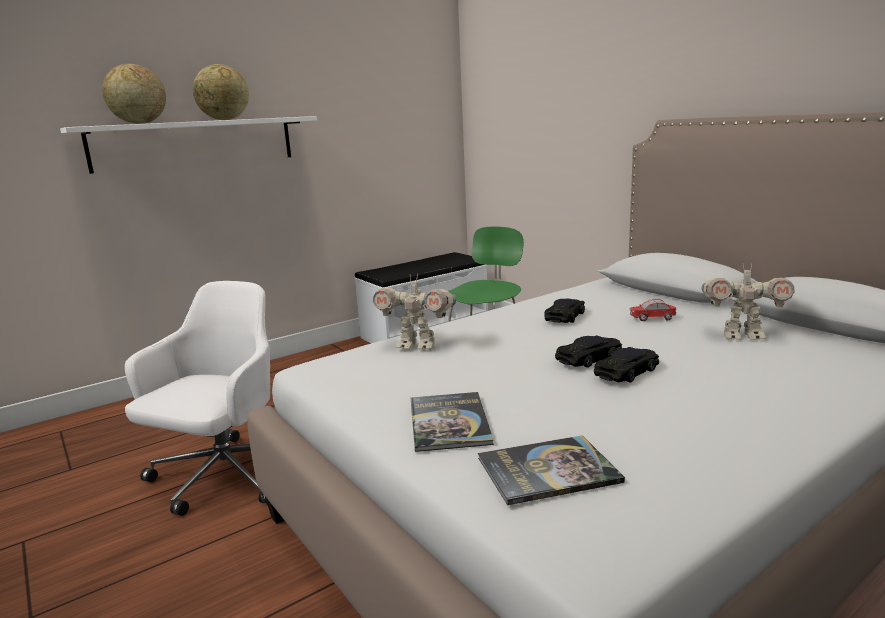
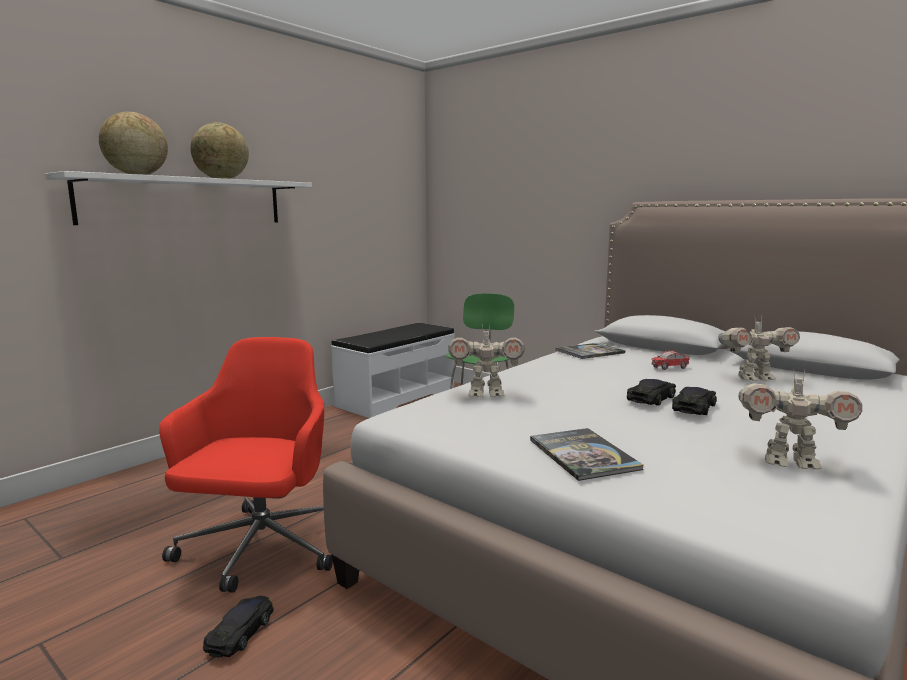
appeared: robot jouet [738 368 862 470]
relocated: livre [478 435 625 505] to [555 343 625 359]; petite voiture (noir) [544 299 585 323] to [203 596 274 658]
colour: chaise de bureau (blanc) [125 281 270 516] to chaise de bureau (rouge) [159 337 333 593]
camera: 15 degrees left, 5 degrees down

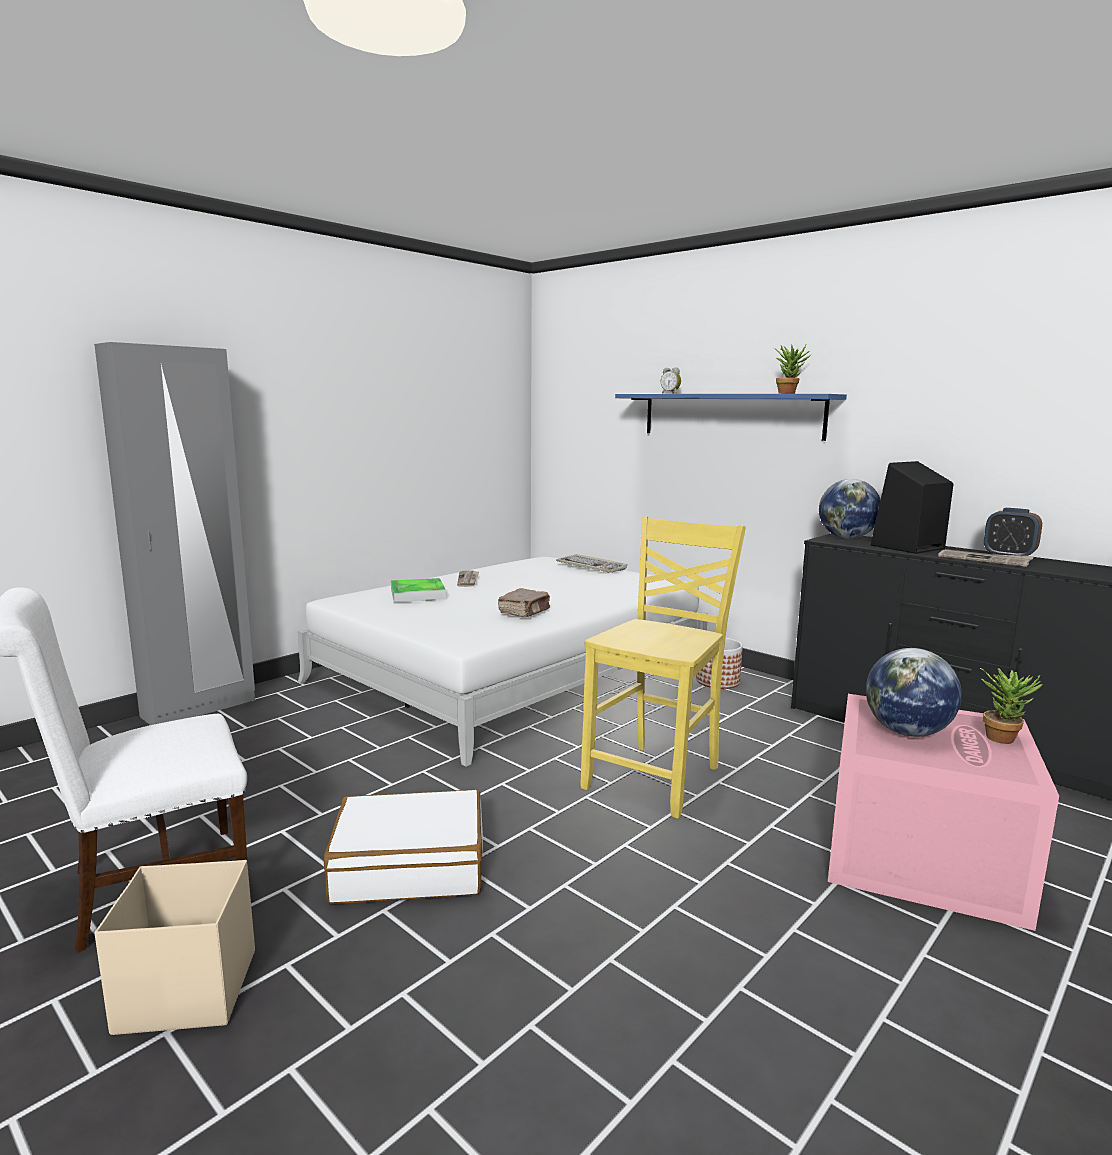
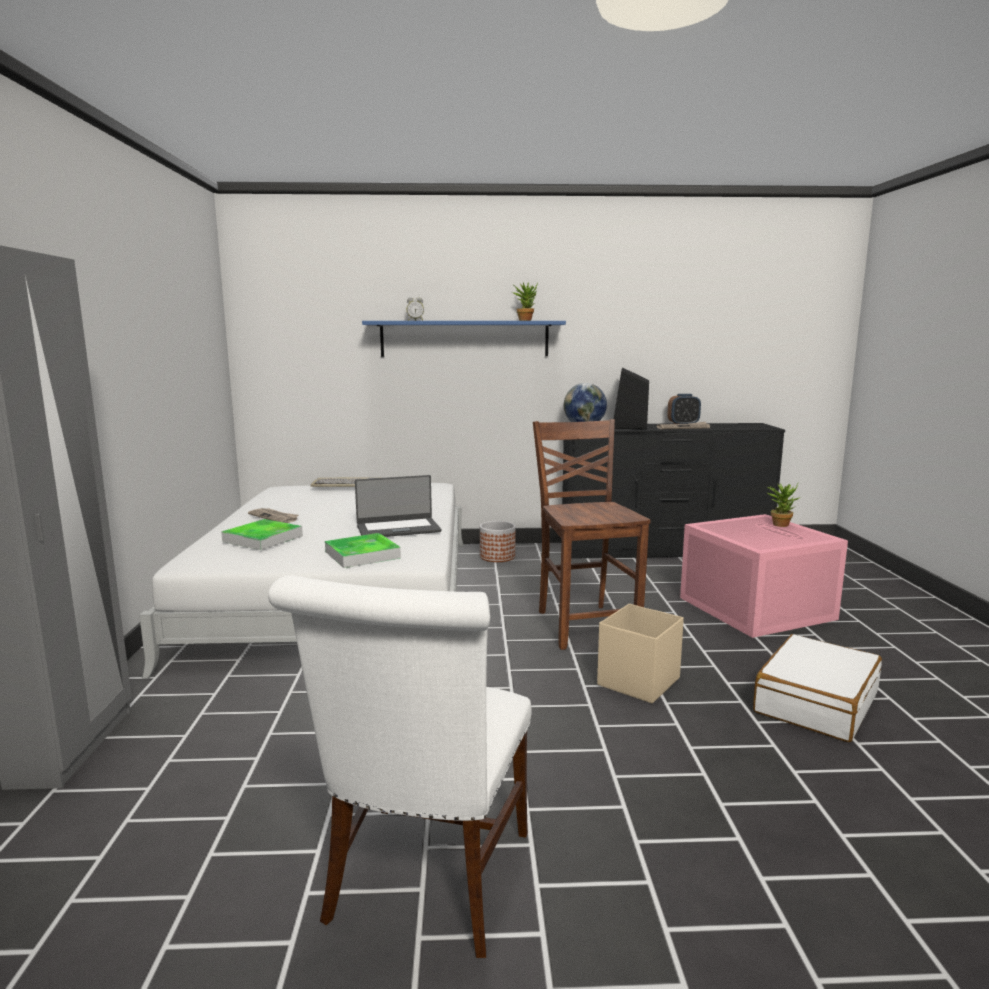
missing: globe [866 648 962 737]
appeared: plateau [325 533 401 568]
relocated: boîte de rangement (beige) [94 860 255 1035] to [597 603 684 703]; valise (blanc) [324 789 483 904] to [753 634 882 742]
exchanged: livre (marron) [498 588 550 617] to ordinateur portable [355 475 441 537]
colour: chaise (jaune) [581 516 746 819] to chaise (marron) [533 419 650 650]
camera: 45 degrees left, 0 degrees up

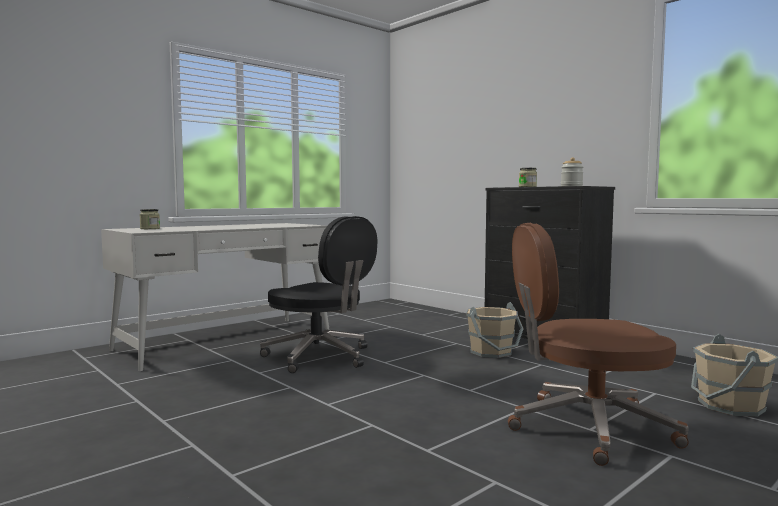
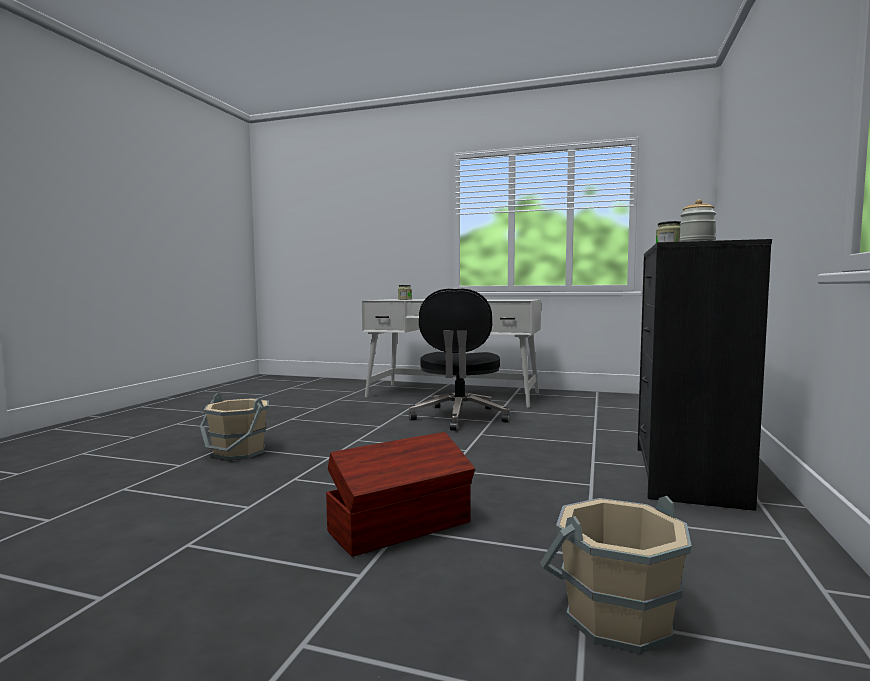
relocated: seau (beige) [466 302 524 358] to [200 393 269 460]
exchanged: chaise de bureau (marron) [508 223 689 466] to boîte de rangement (marron) [326 432 475 557]
camera: 60 degrees right, 0 degrees up

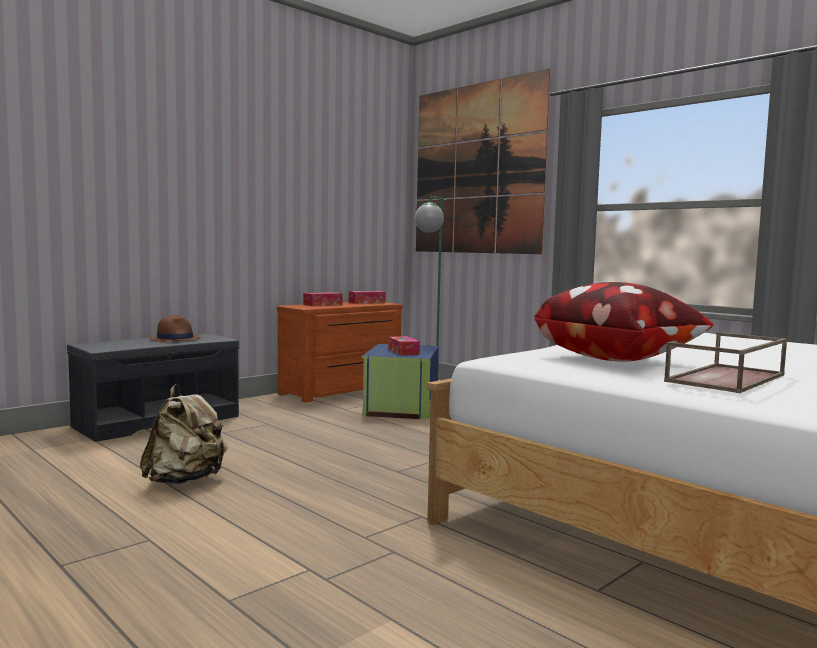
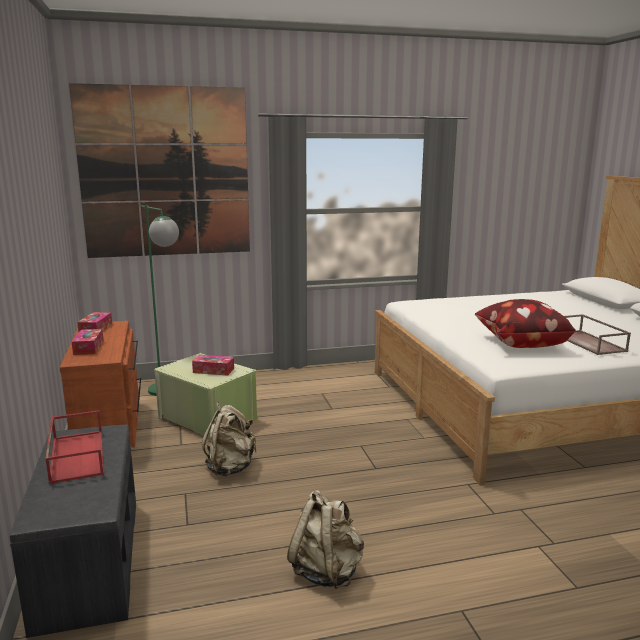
appeared: sac à dos (beige) [202 402 257 476]
exchanged: chapeau (marron) [150 315 201 342] to plateau (rouge) [45 410 103 484]
colour: boîte de rangement (bleu) [362 344 439 419] to boîte de rangement (vert) [154 353 257 438]
camera: 60 degrees left, 10 degrees up

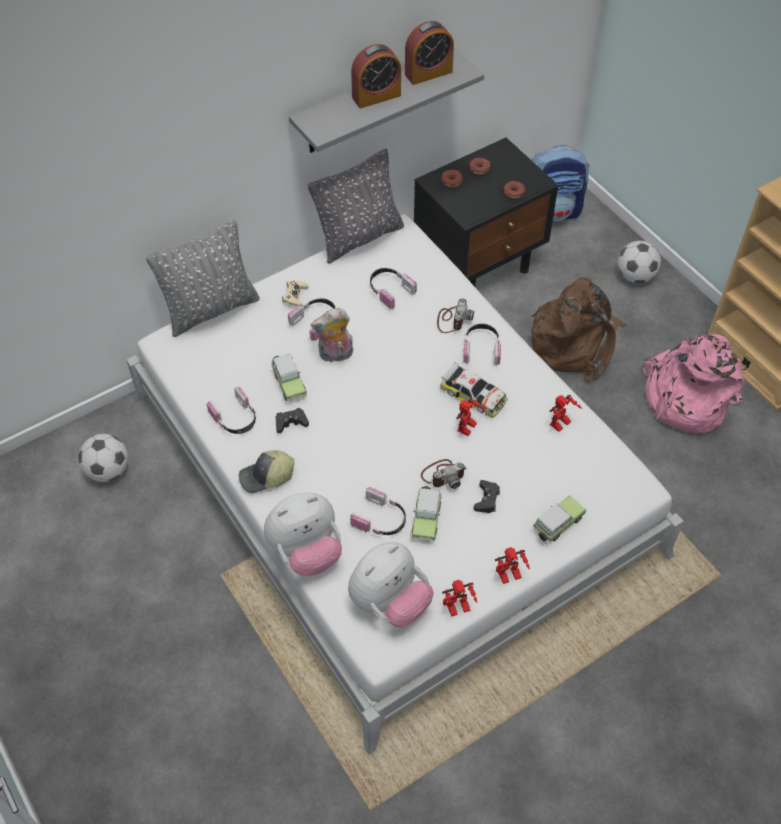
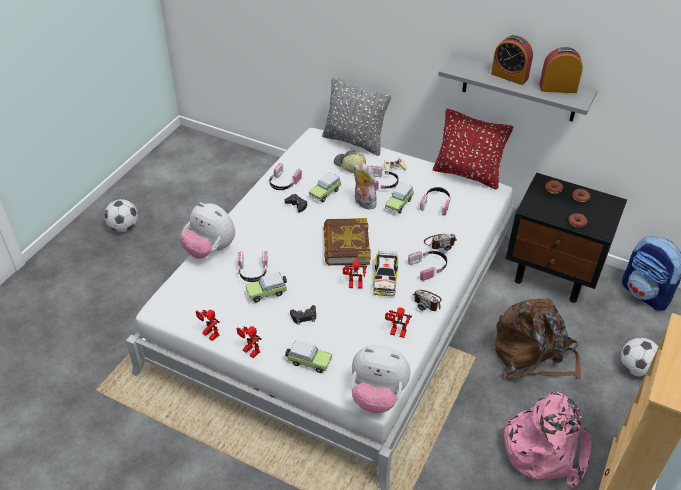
appeared: livre [324 218 371 265]; petite voiture [385 182 414 214]
relocated: ballon de foot [78 434 128 482] to [104 199 138 232]; casquette [239 450 295 493] to [334 151 366 173]; peluche [348 542 434 628] to [351 345 410 413]; appareil photo [421 459 467 489] to [412 290 442 311]
colour: coussin (gris) [308 149 404 264] to coussin (rouge) [433 109 513 190]
spun: réveil [405 21 454 85] = [539 47 583 93] 150 degrees clockwise
camera: 60 degrees right, 10 degrees down

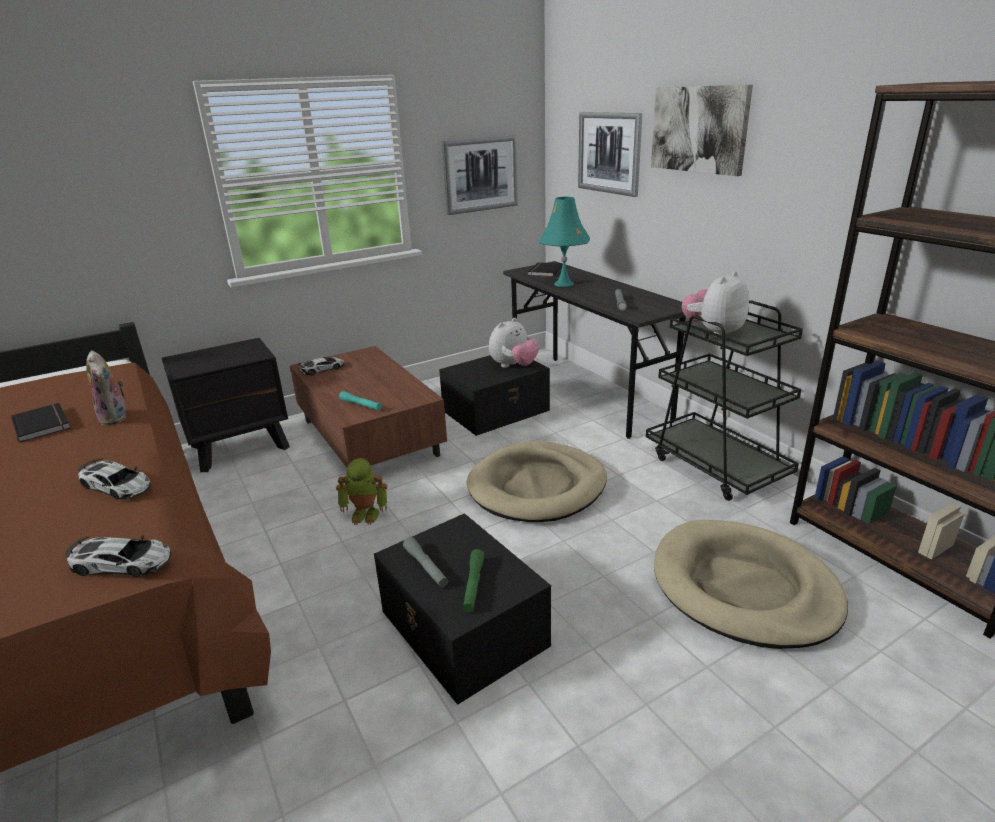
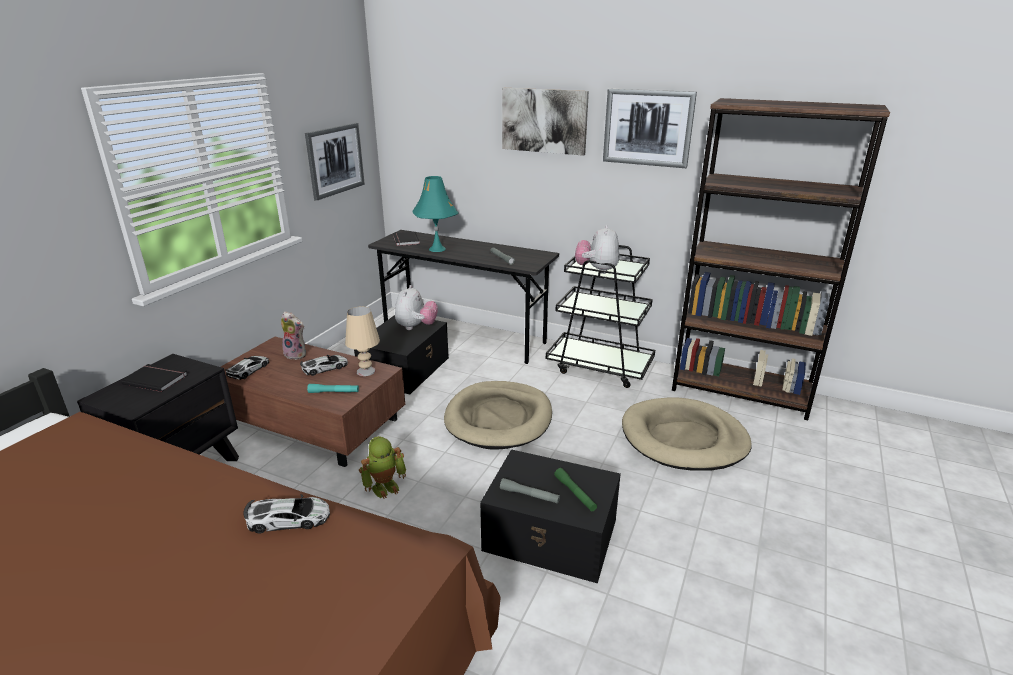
appeared: lampe de table (beige) [345 306 380 376]
relocated: livre (noir) [11 403 71 443] to [121 364 187 392]; petite voiture [65 535 172 577] to [300 355 348 376]; peluche [86 350 126 425] to [281 311 306 360]; tableau [578 112 643 197] to [603 88 697 168]
camera: 35 degrees left, 0 degrees up

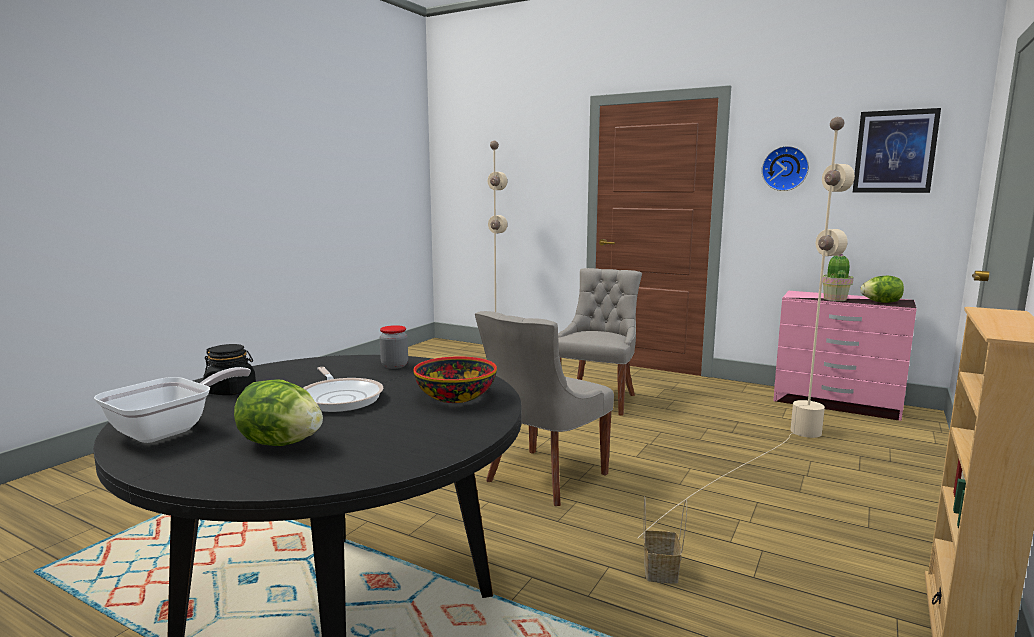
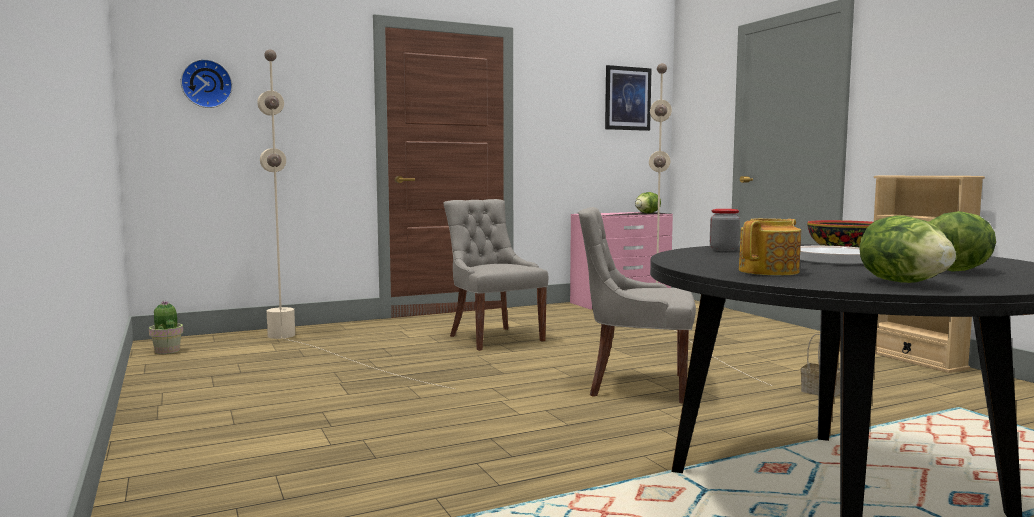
relocated: horloge murale [762 146 809 191] to [181 59 233 108]; plante en pot [822 253 854 301] to [149 301 183 354]
exchanged: poêle [94 367 251 443] to laitue [859 215 956 283]; bocal (noir) [203 344 256 395] to théière [739 218 801 275]
spun: chaise (gris) [475 311 614 506] = [578 207 696 403] 120 degrees clockwise
camera: 55 degrees left, 5 degrees down

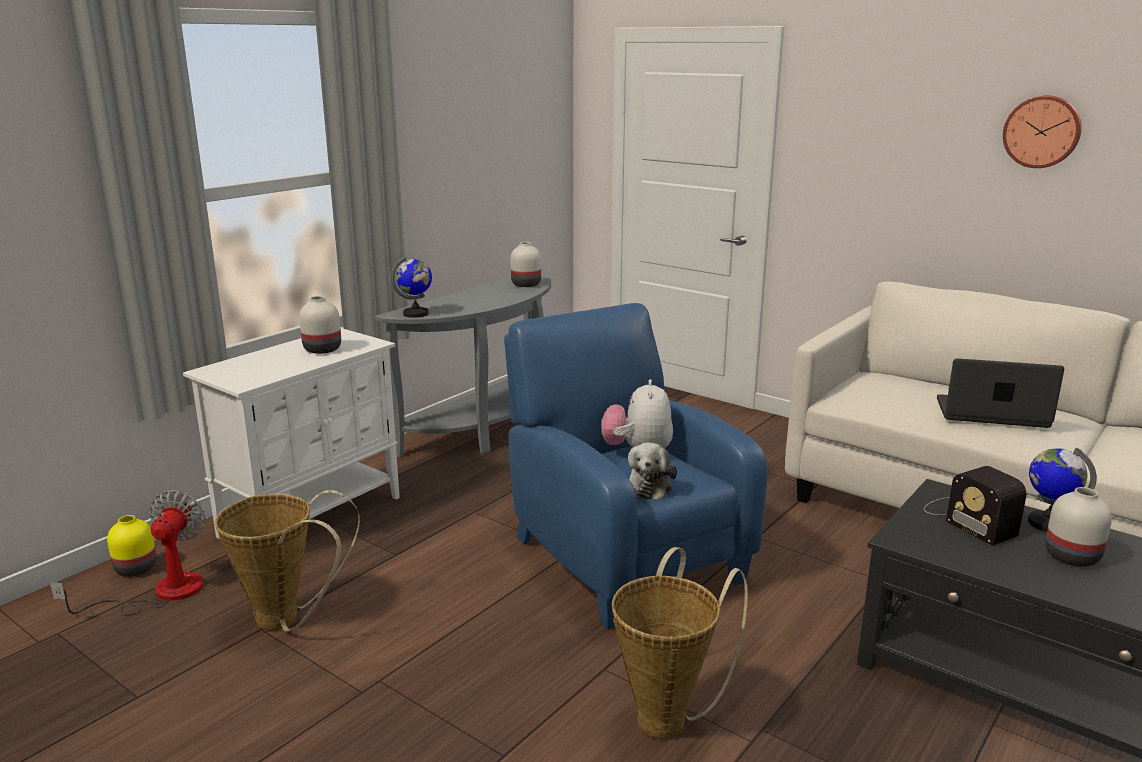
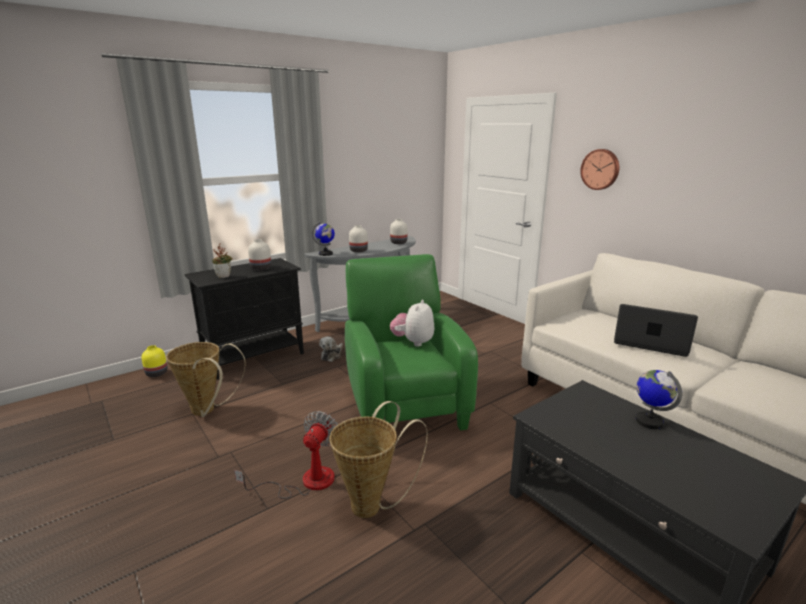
missing: radio [924 466 1026 546]
appeared: plante en pot [212 243 233 278]
relocated: ventilateur [49 490 206 616] to [234 411 338 499]; peluche [628 442 677 500] to [319 336 343 362]; horloge murale [1003 95 1082 168] to [580 149 619 190]; vase (blanc) [1046 487 1112 567] to [349 225 368 253]
colour: meuble de rangement (blanc) [183 328 400 539] to meuble de rangement (noir) [185 258 304 380]; fauteuil (bleu) [504 303 767 630] to fauteuil (vert) [345 254 478 431]
camera: 15 degrees right, 0 degrees up

